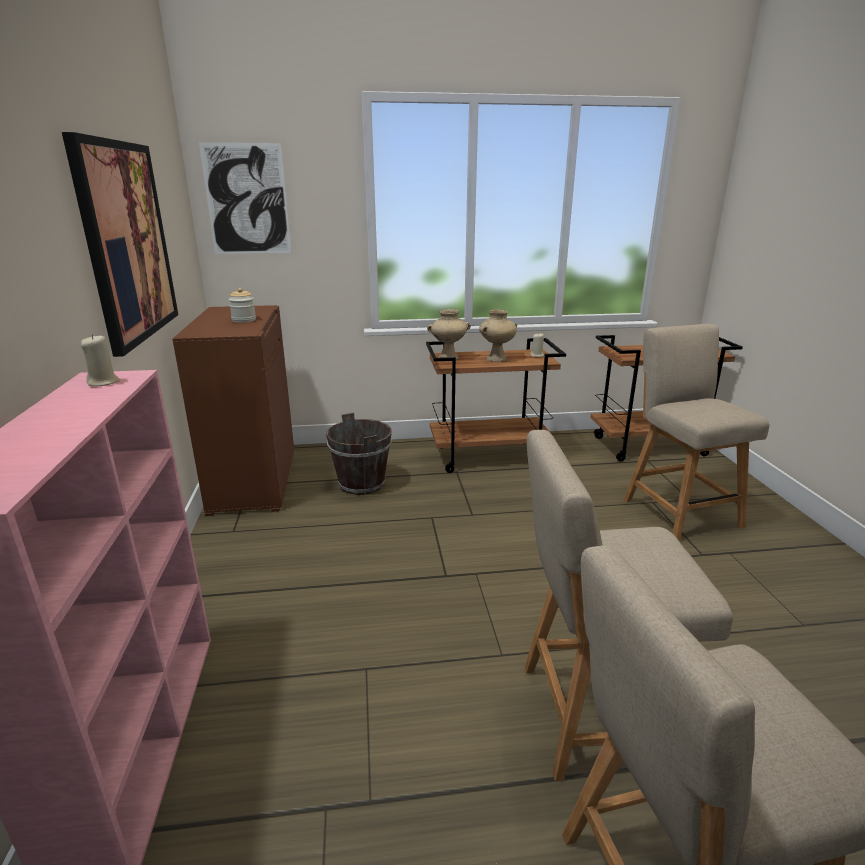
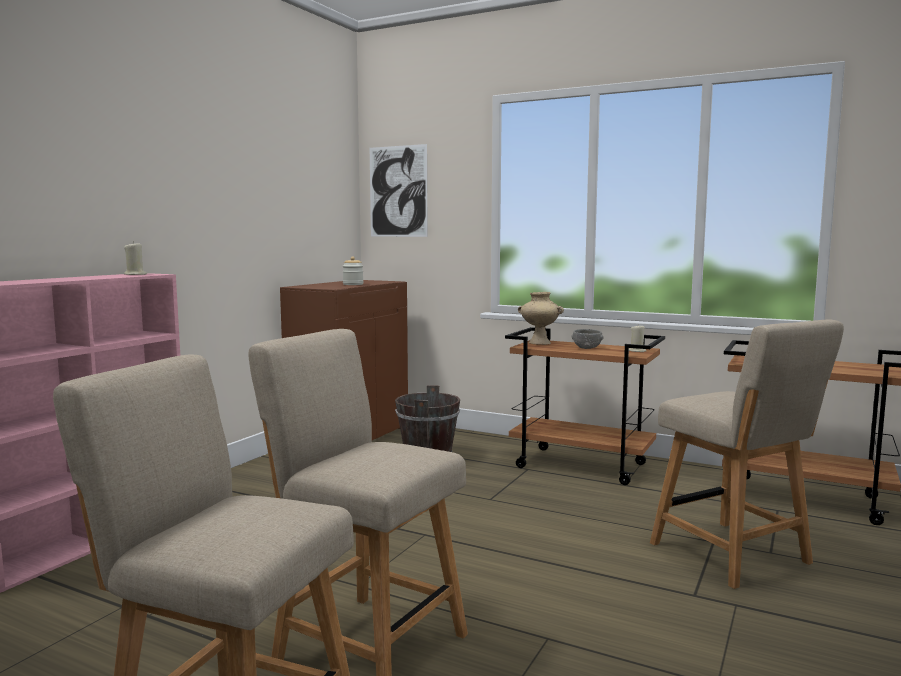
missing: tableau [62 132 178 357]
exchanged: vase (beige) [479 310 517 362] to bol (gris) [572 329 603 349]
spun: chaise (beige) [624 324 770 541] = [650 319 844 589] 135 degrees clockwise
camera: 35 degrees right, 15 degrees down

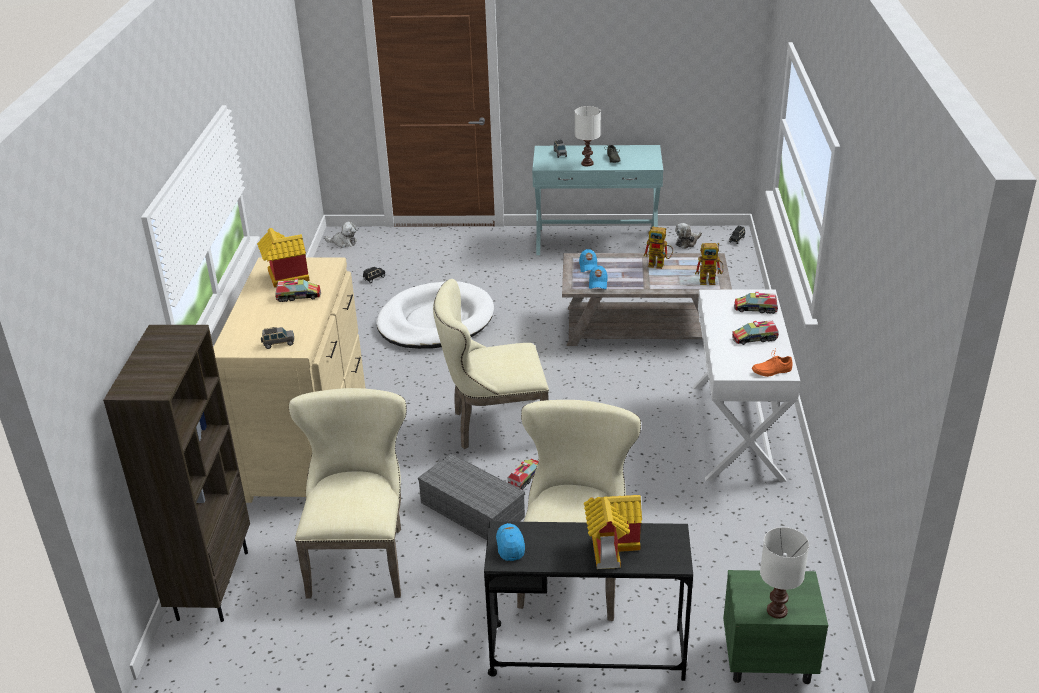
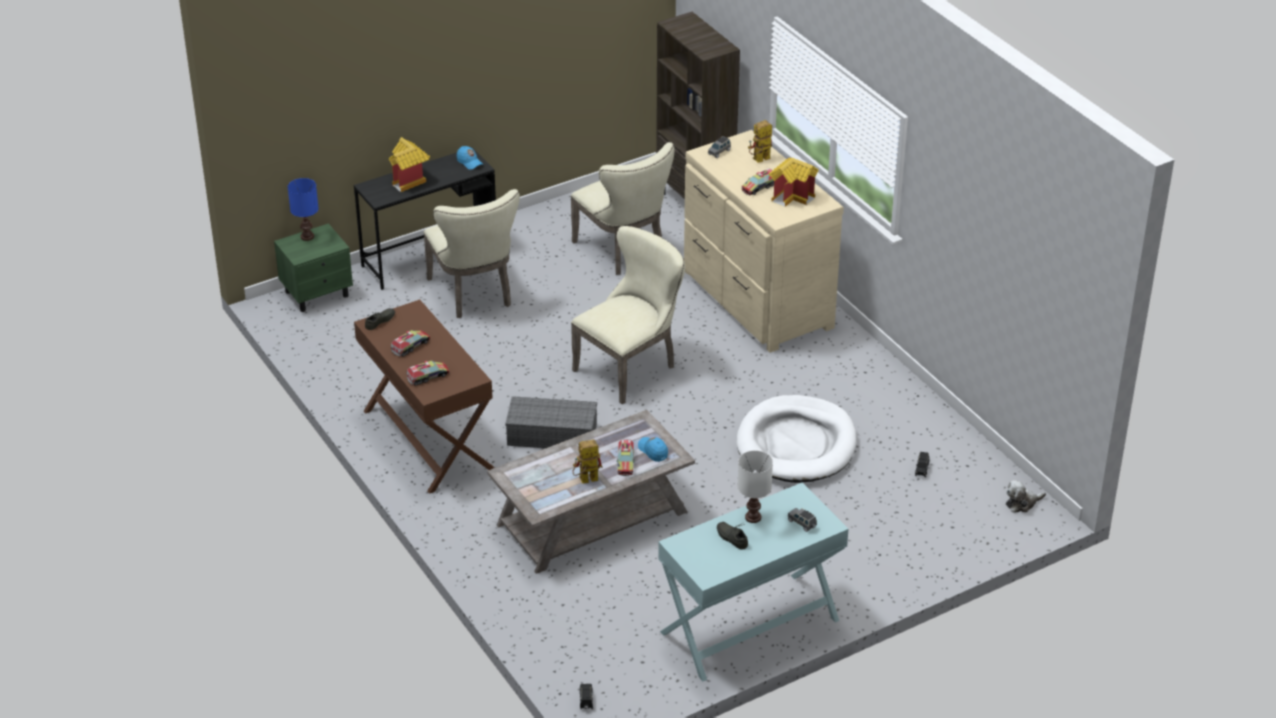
missing: casquette (bleu) [589 266 608 289]; peluche [675 223 702 249]
relocated: boîte de rangement (gris) [418 454 525 540] to [505 396 597 448]; camion jouet [508 459 538 490] to [617 440 635 476]; robot jouet [695 243 724 285] to [748 120 772 163]
colour: table console (blanc) [693 289 800 482] to table console (marron) [354 299 494 494]; chaussure (orange) [752 349 793 377] to chaussure (gris) [365 308 395 330]; lampe de table (blanc) [760 527 809 619] to lampe de table (bleu) [288 178 319 241]
camera: 145 degrees right, 5 degrees up

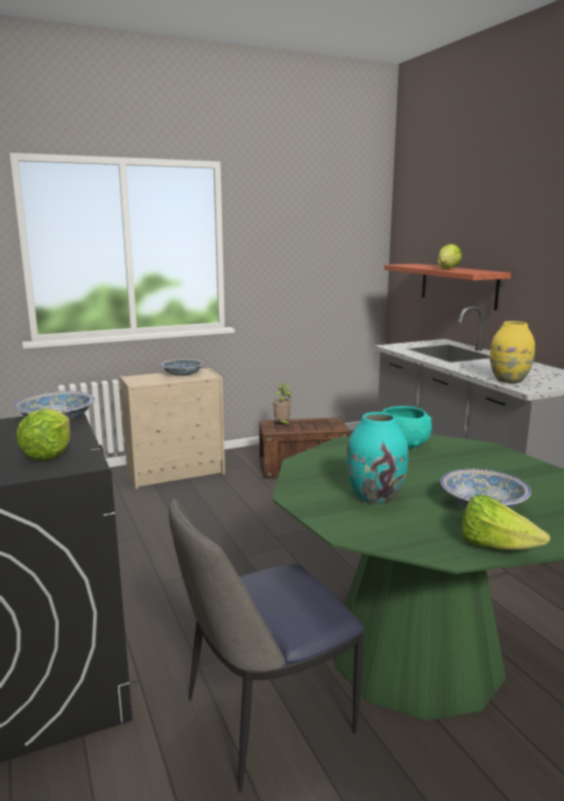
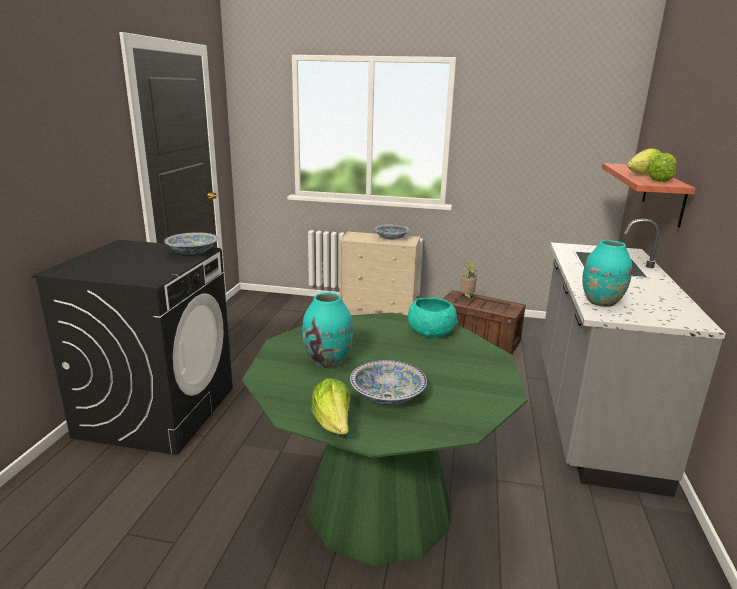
missing: chaise [169 499 364 792]
relocated: laitue [16 409 70 461] to [647 153 677 182]
colour: vase (jaune) [490 321 535 383] to vase (turquoise) [582 240 632 307]
camera: 35 degrees right, 5 degrees up

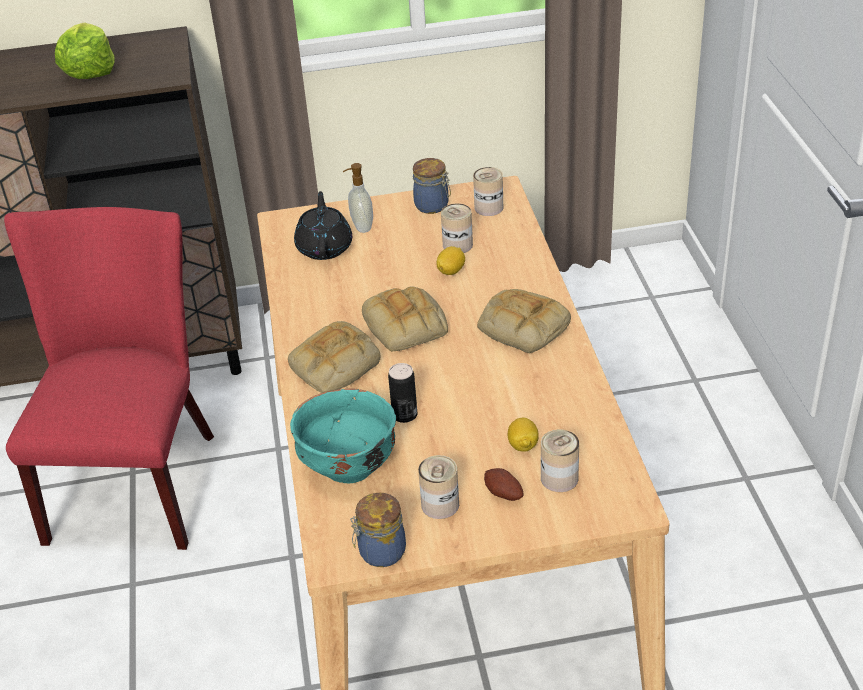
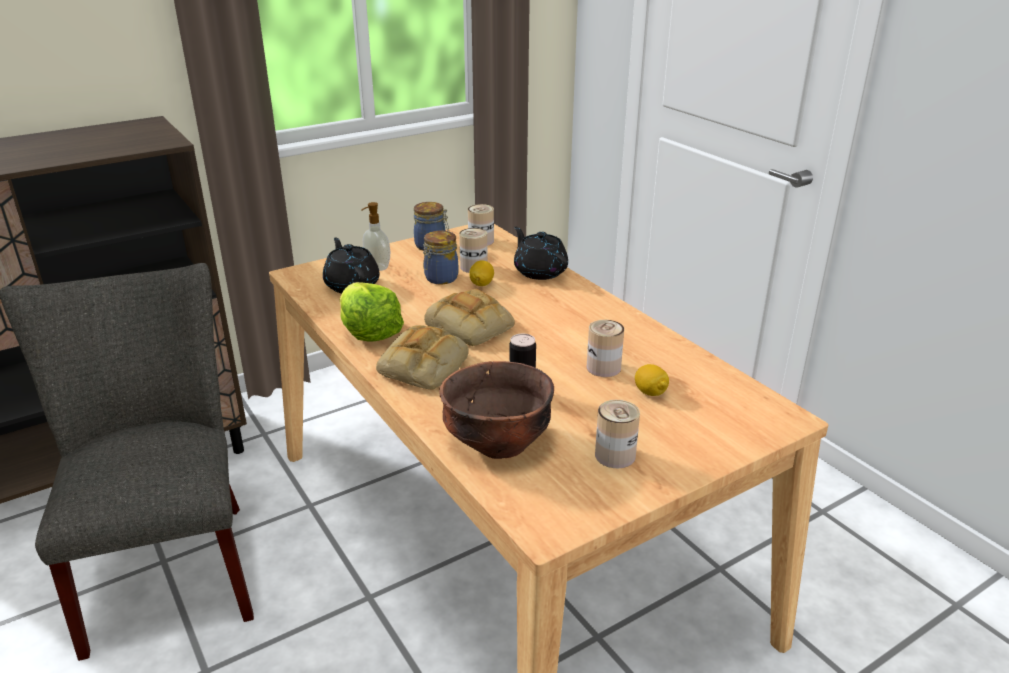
missing: pain [477 289 571 353]; pomme de terre [484 468 523 501]
appeared: théière (noir) [514 227 568 280]
relocated: laitue [55 23 115 79] to [340 282 404 342]; bocal [350 493 406 567] to [423 231 458 284]; boîte métallique [541 429 579 492] to [587 320 624 377]
colour: chaise (rouge) [4 207 214 550] to chaise (gris) [0 263 254 661]; bol (turquoise) [290 388 396 483] to bol (marron) [439 361 554 459]
camera: 25 degrees left, 10 degrees down

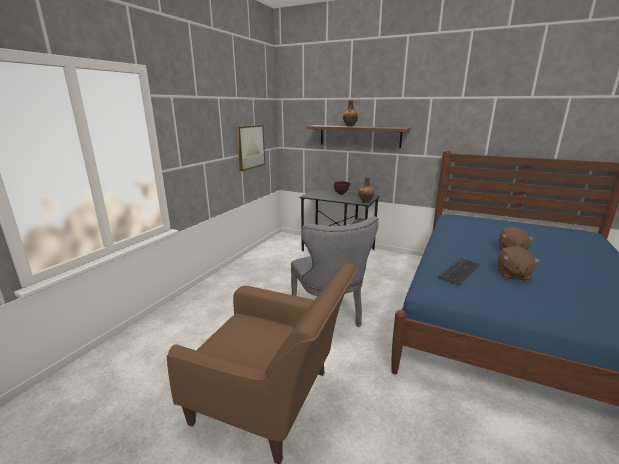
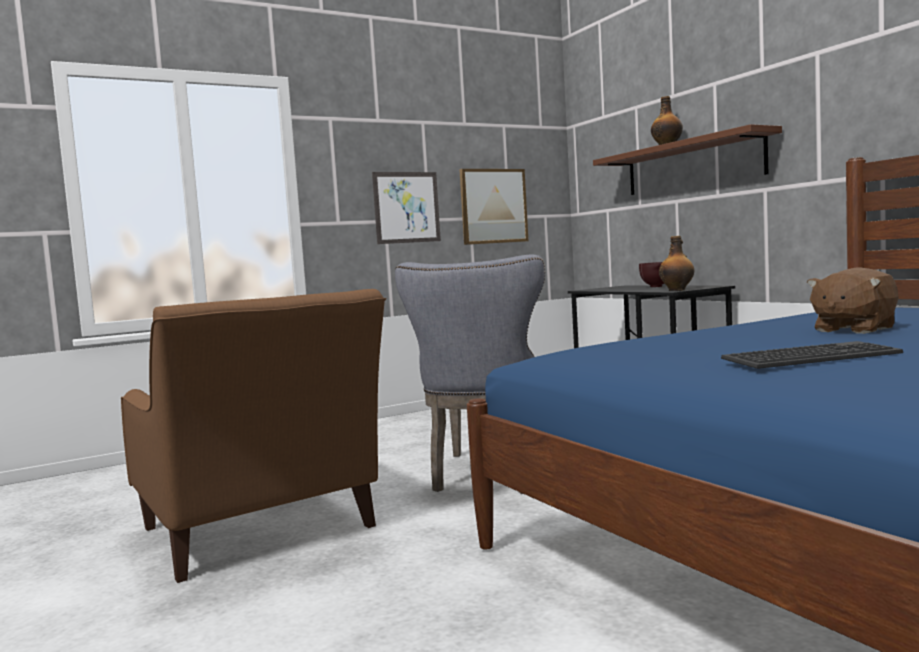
missing: peluche (marron) [498 246 540 281]
appeared: tableau [372 172 441 244]
relocated: clavier [438 258 480 285] to [721 341 903 369]
camera: 35 degrees right, 15 degrees down

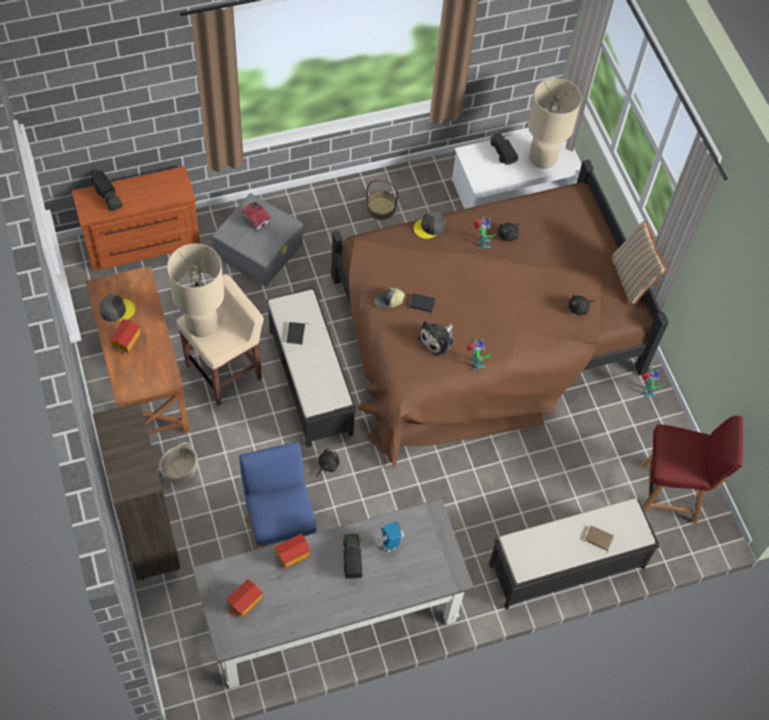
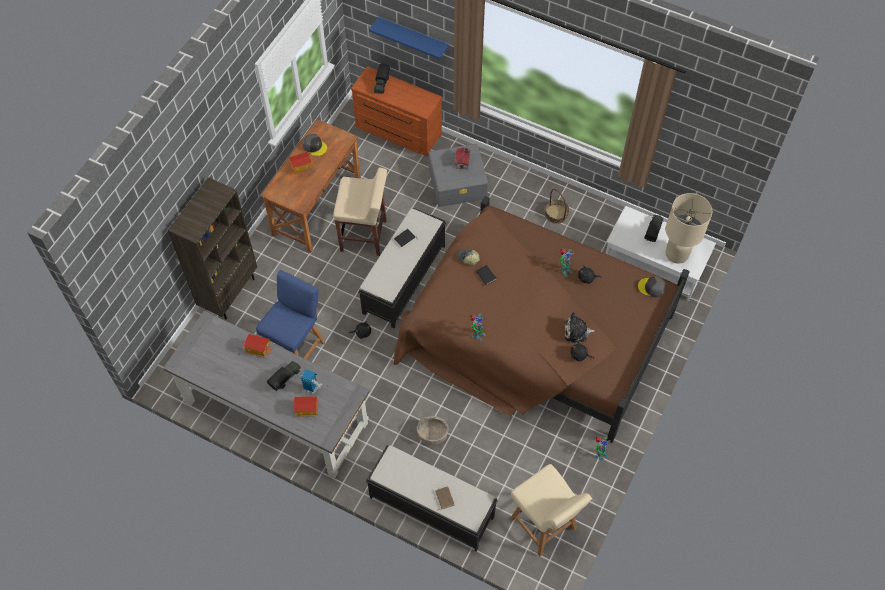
missing: lampe de table (beige) [167 244 224 337]; coussin (beige) [612 221 667 304]
appeared: étagère (bleu) [369 17 449 59]
relocated: panier [159 442 198 484] to [417 416 449 445]; maison miniature [226 579 264 618] to [293 396 318 417]; casquette (gris) [414 211 446 239] to [638 276 666 297]; peluche [418 321 453 356] to [565 312 596 343]
colour: chaise (rouge) [642 416 743 524] to chaise (beige) [510 464 592 557]
camera: 50 degrees right, 0 degrees up

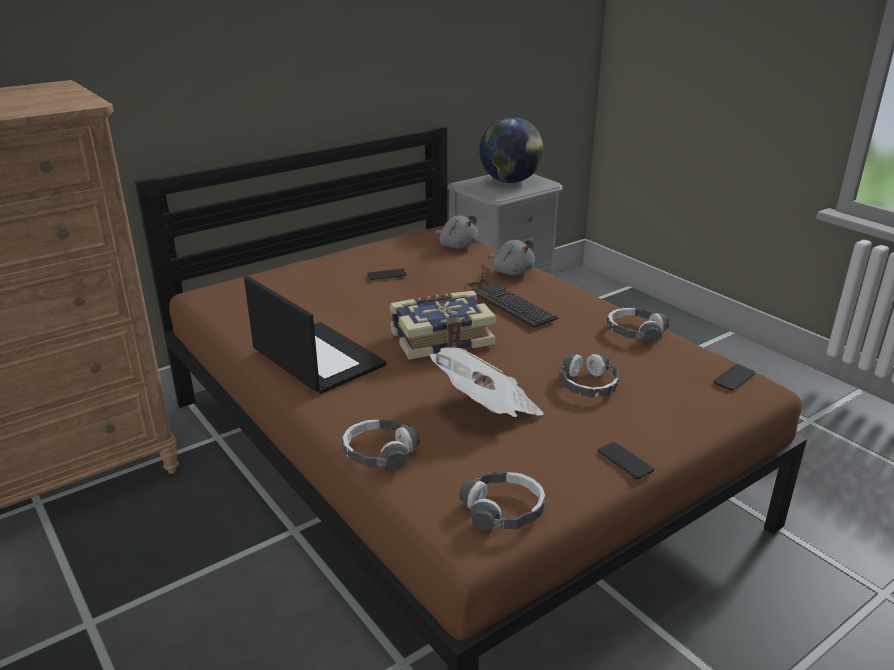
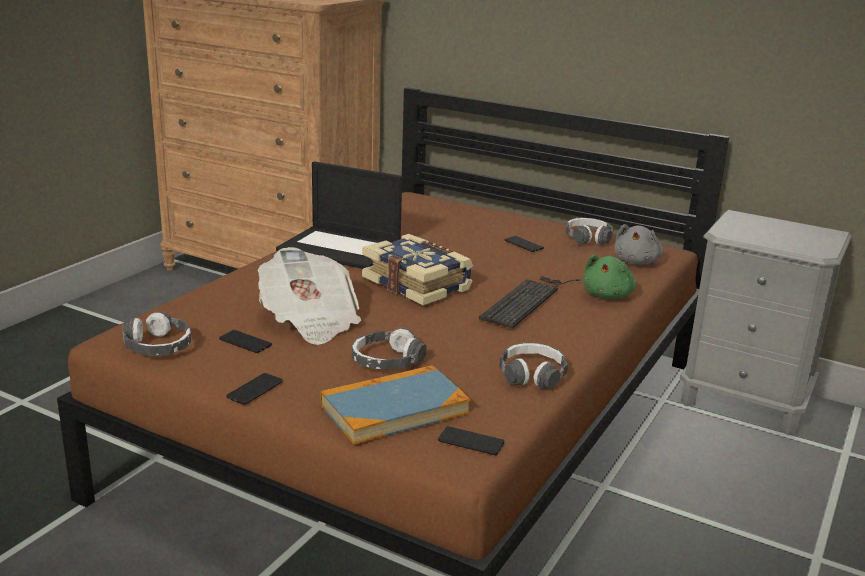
missing: globe [479 117 544 183]
appeared: téléphone [219 330 272 353]; livre [320 365 471 444]
relocated: casque audio [341 418 420 470] to [566 218 614 244]
colour: peluche (gris) [488 239 535 275] to peluche (vert) [583 255 636 299]
spun: ordinateur portable [244 276 387 394] = [276 161 402 269] 90 degrees clockwise
camera: 65 degrees right, 5 degrees down

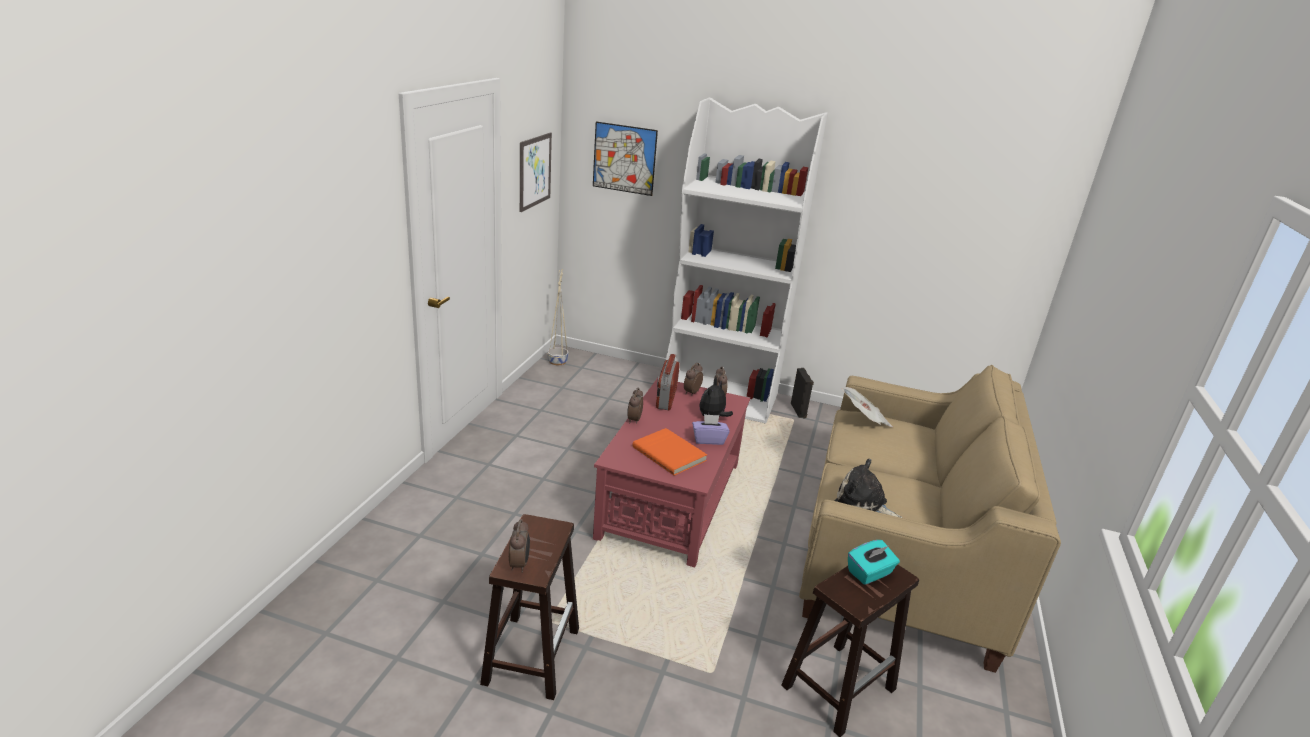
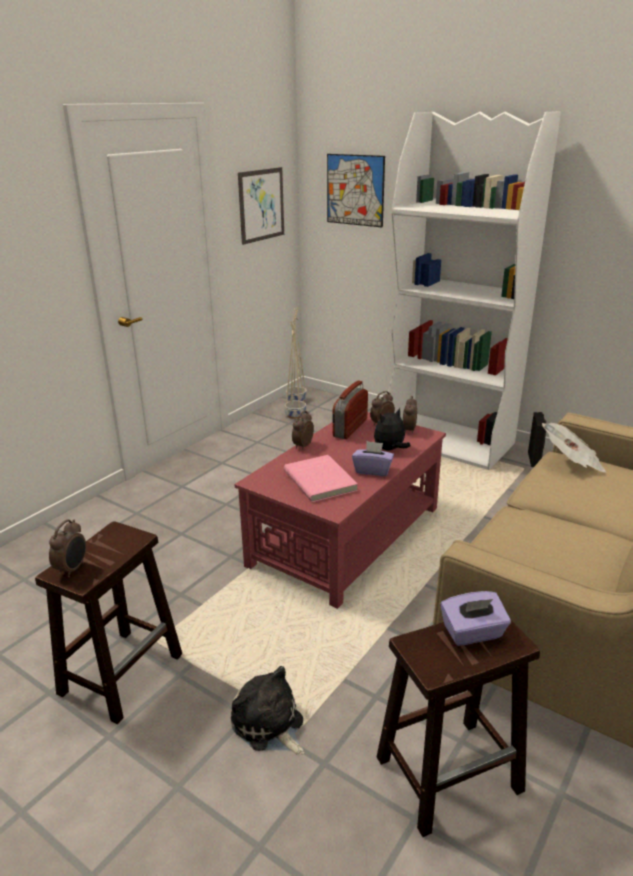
appeared: cache-pot (beige) [285 321 306 419]
relocated: peluche [834 459 902 518] to [231 666 304 755]
colour: livre (orange) [632 428 707 476] to livre (rose) [284 455 358 502]; boîte à mouchoirs (turquoise) [848 540 900 585] to boîte à mouchoirs (violet) [440 591 511 646]
camera: 20 degrees right, 0 degrees up

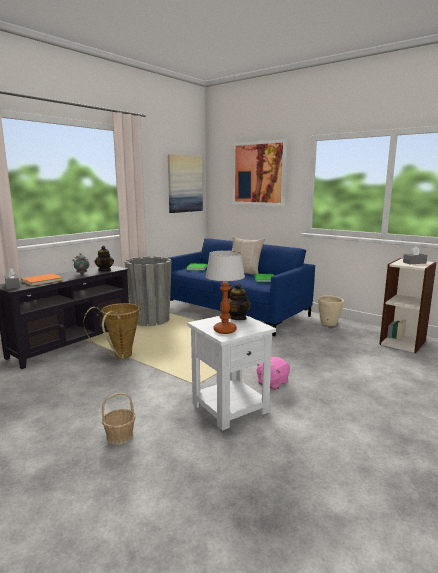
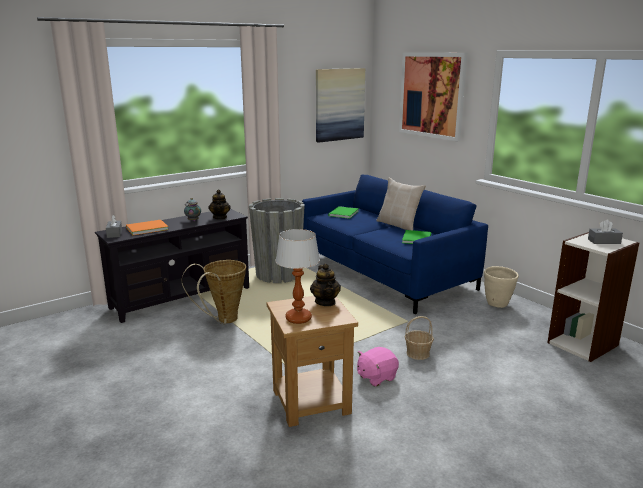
relocated: panier [102 393 136 445] to [405 316 434 360]
colour: table d'appoint (blanc) [187 315 276 431] to table d'appoint (marron) [267 296 358 427]
camera: 15 degrees right, 5 degrees up

